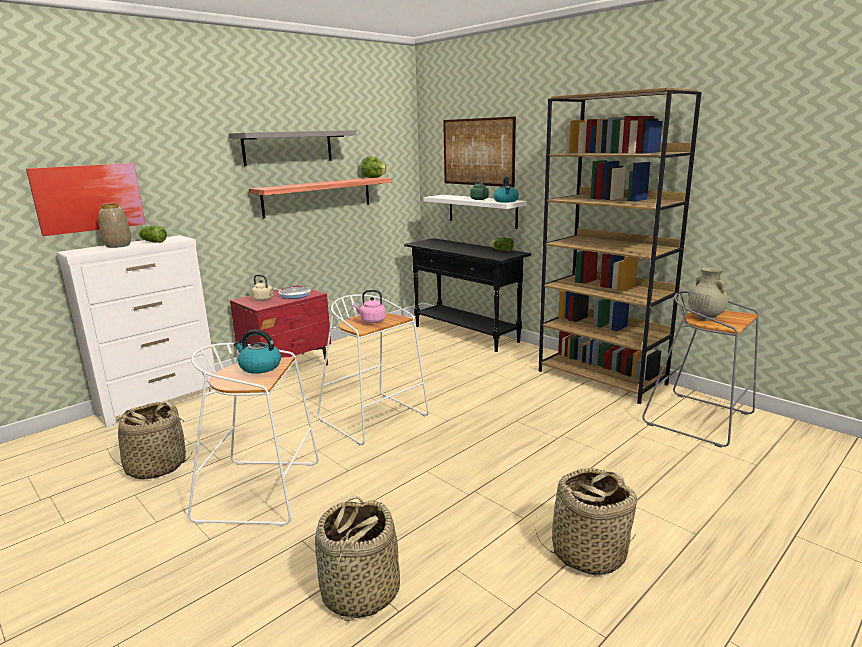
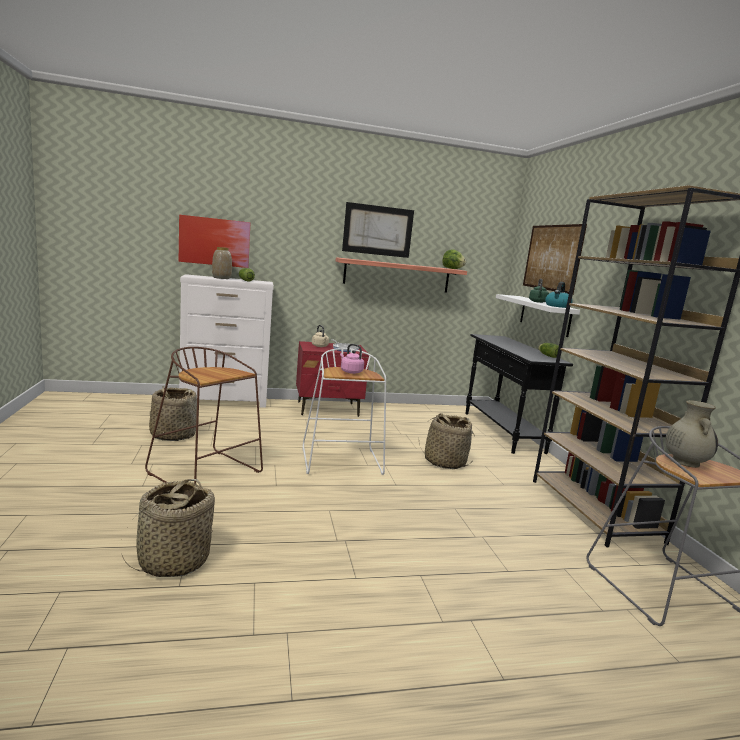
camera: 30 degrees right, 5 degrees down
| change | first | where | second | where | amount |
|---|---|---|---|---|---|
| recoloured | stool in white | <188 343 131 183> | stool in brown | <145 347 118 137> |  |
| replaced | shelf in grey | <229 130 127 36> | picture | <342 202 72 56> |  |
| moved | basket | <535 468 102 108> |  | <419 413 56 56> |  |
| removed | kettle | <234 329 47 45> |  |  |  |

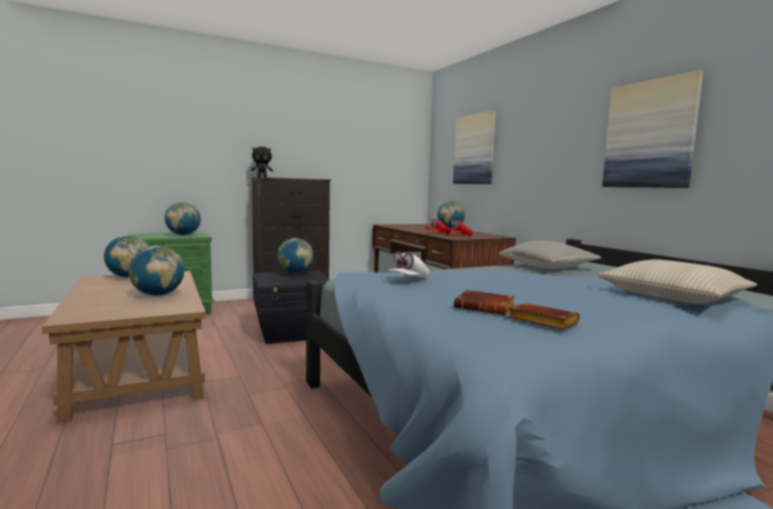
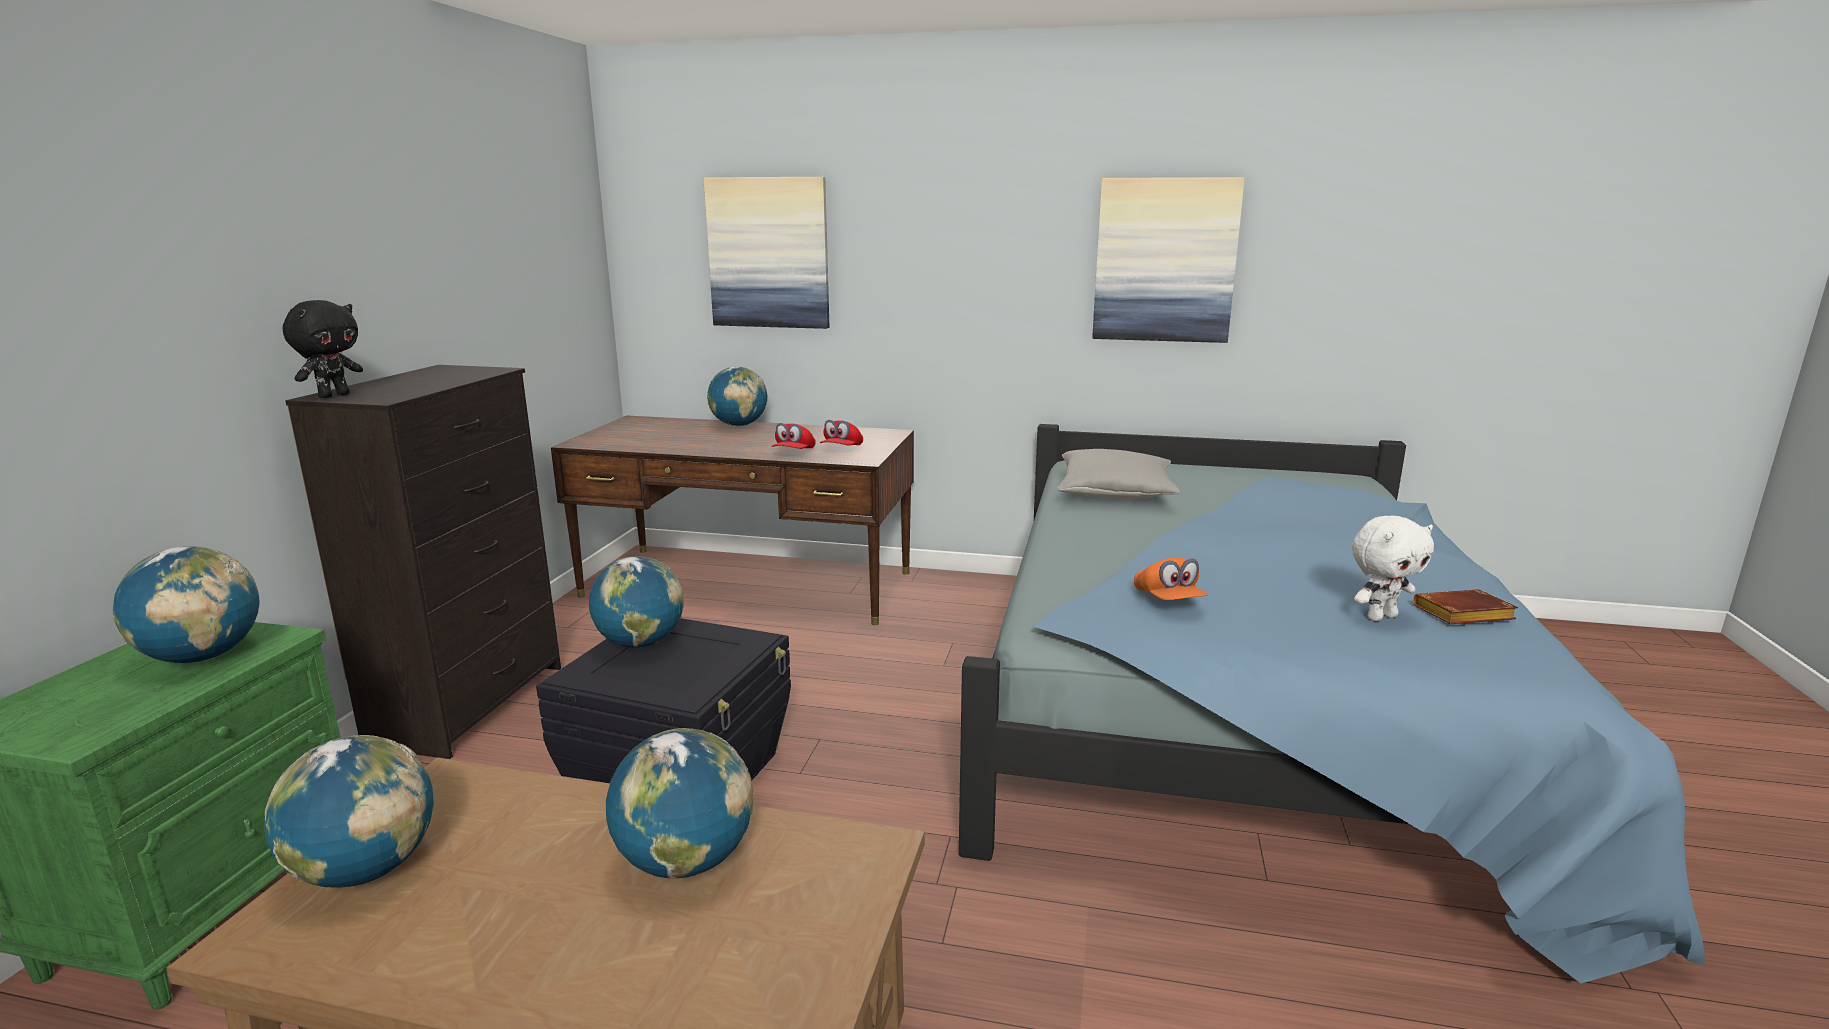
camera: 50 degrees left, 10 degrees up
| change | first | where | second | where | amount |
|---|---|---|---|---|---|
| recoloured | cap in white | <387 251 42 27> | cap in orange | <1134 558 73 42> |  |
| replaced | book in brown | <454 290 61 25> | plush toy in white | <1352 516 82 105> |  |
| removed | pillow in beige | <597 260 160 44> |  |  |  |

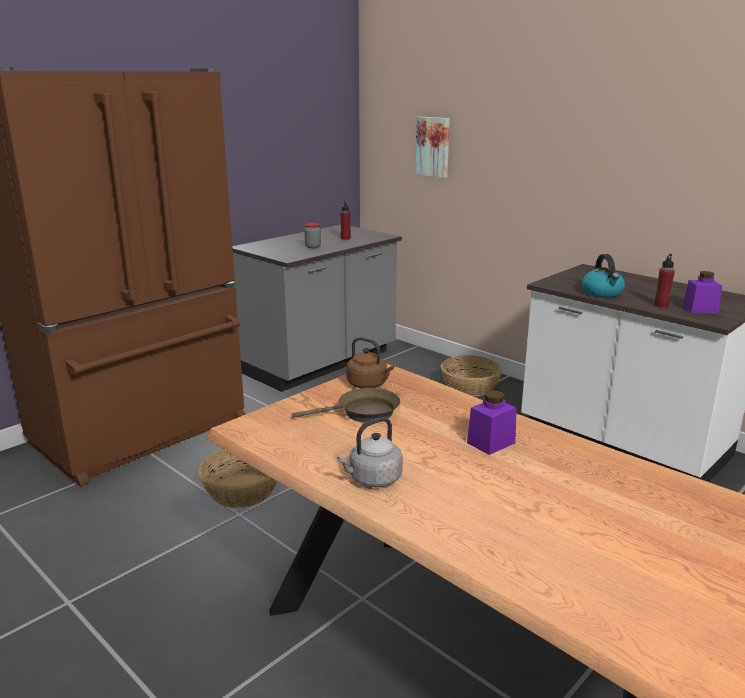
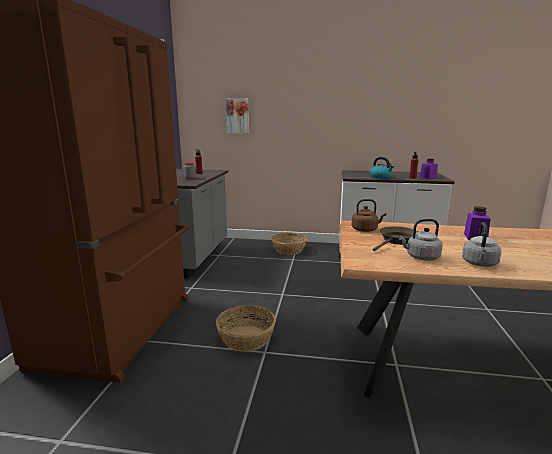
camera: 35 degrees left, 5 degrees down
| change | first | where | second | where | amount |
|---|---|---|---|---|---|
| added |  |  | kettle in grey | <399 219 44 42> |  |

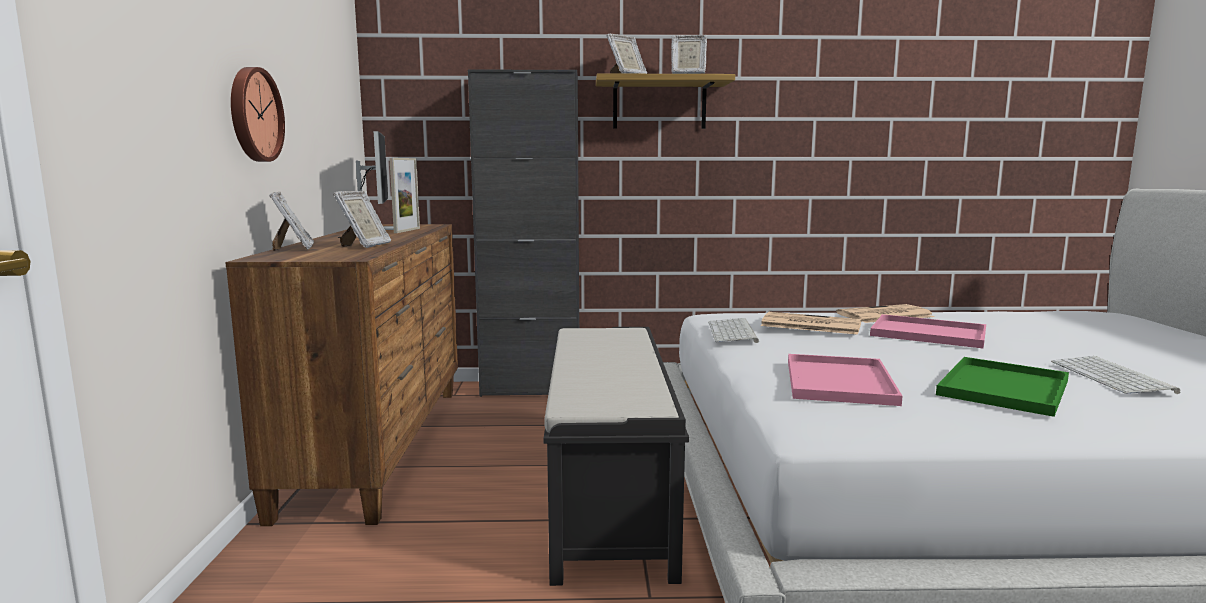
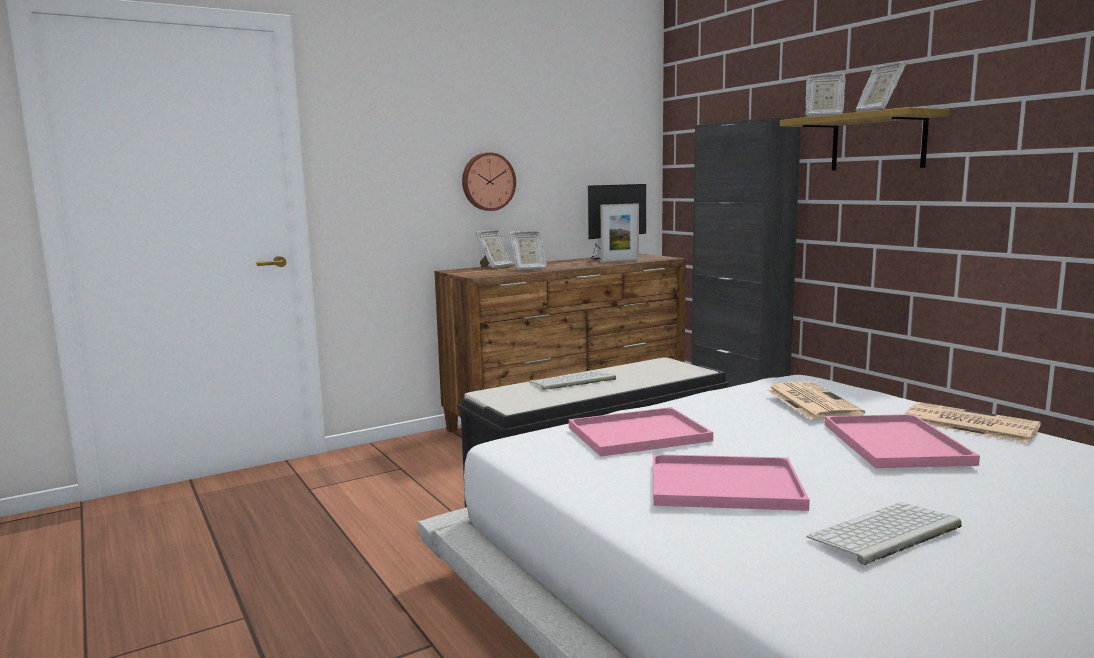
camera: 60 degrees right, 0 degrees up
| change | first | where | second | where | amount |
|---|---|---|---|---|---|
| moved | keyboard | <708 318 51 25> |  | <528 371 88 19> |  |
| recoloured | tray in green | <936 357 133 60> | tray in pink | <653 454 157 57> |  |

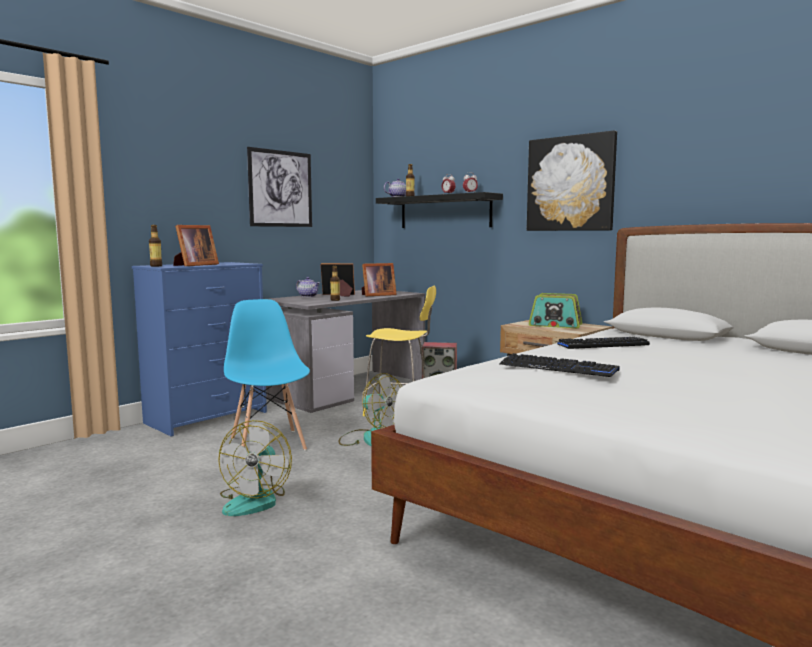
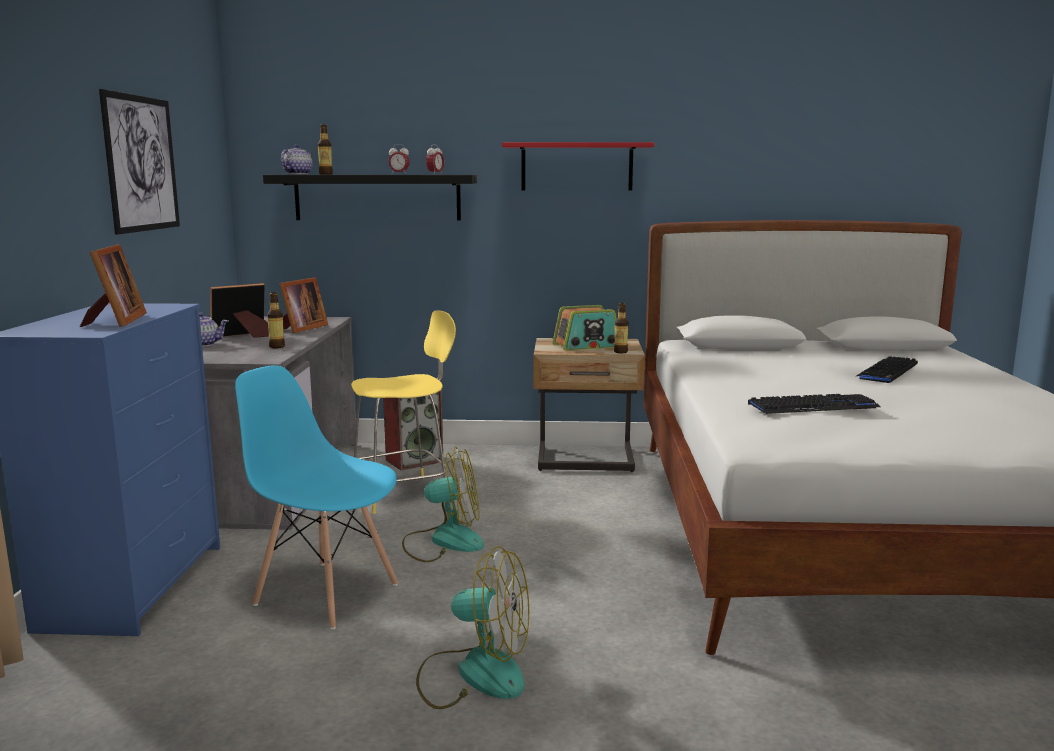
camera: 40 degrees left, 5 degrees up
| change | first | where | second | where | amount |
|---|---|---|---|---|---|
| turned | fan | <218 420 74 96> |  | <416 546 113 163> | 45 degrees counterclockwise |
| replaced | picture | <527 130 90 101> | shelf in red | <502 142 153 48> |  |
| moved | bottle | <149 225 13 42> |  | <614 303 14 50> |  |
| moved | keyboard | <556 337 94 12> |  | <855 356 63 27> |  |

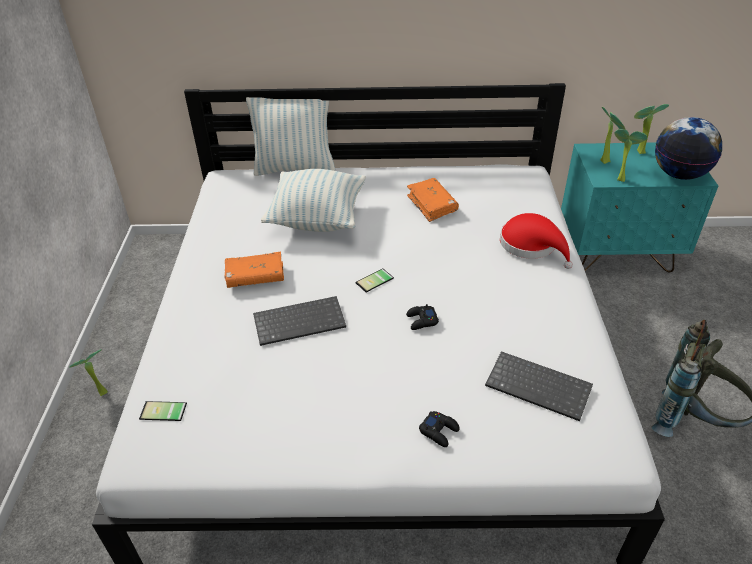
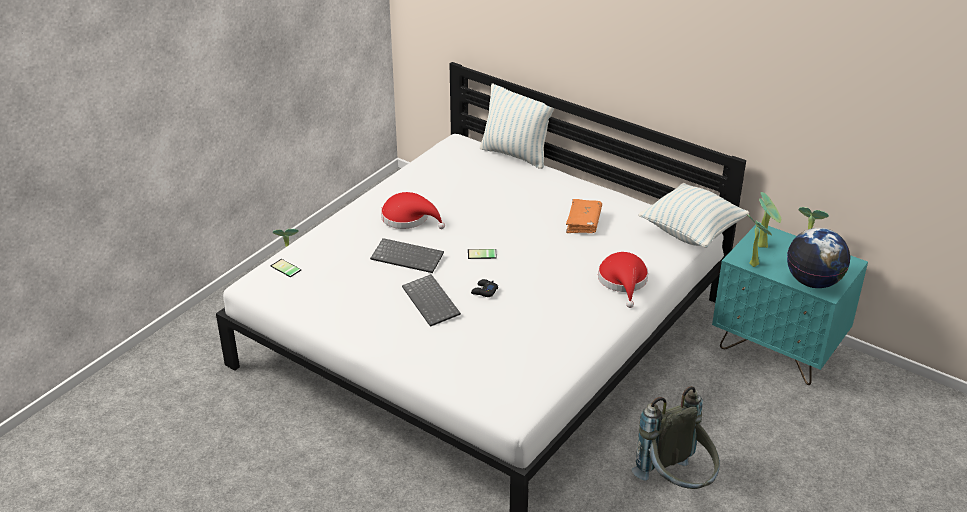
camera: 35 degrees right, 5 degrees down
| change | first | where | second | where | amount |
|---|---|---|---|---|---|
| replaced | book in orange | <225 252 59 36> | hat in red | <381 192 64 37> |  |
| moved | keyboard | <485 351 108 70> |  | <402 274 59 53> |  |
| moved | pillow | <261 169 105 63> |  | <638 183 111 65> |  |
| removed | game controller in black | <419 411 41 36> |  |  |  |

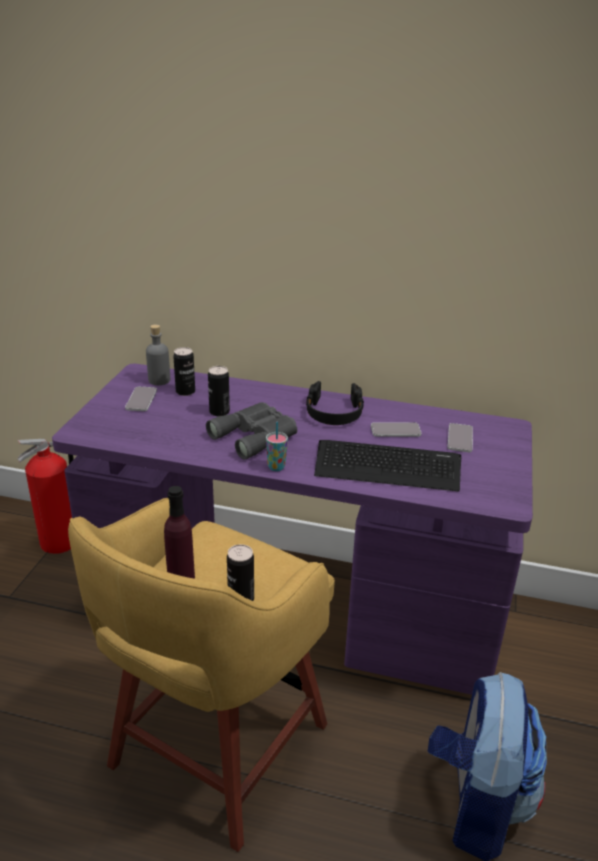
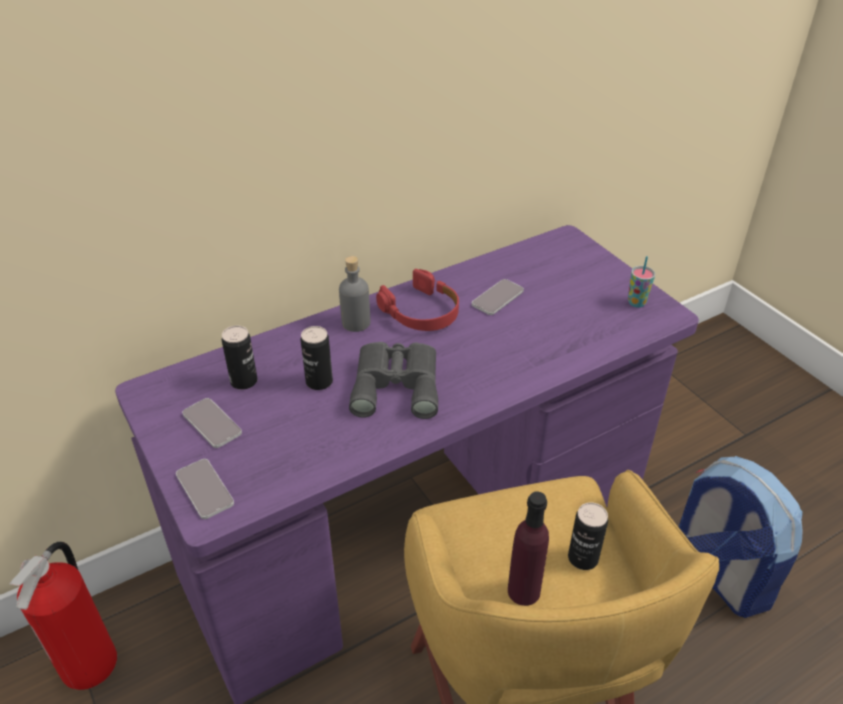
camera: 45 degrees left, 10 degrees up
| change | first | where | second | where | amount |
|---|---|---|---|---|---|
| moved | phone | <447 423 26 29> |  | <176 459 58 60> |  |
| moved | bottle in grey | <146 325 24 60> |  | <339 256 31 76> |  |
| recoloured | headphones in black | <306 381 58 44> | headphones in red | <376 269 83 62> |  |
| moved | cup | <266 422 22 49> |  | <628 256 27 51> |  |
| removed | keyboard | <314 440 147 52> |  |  |  |

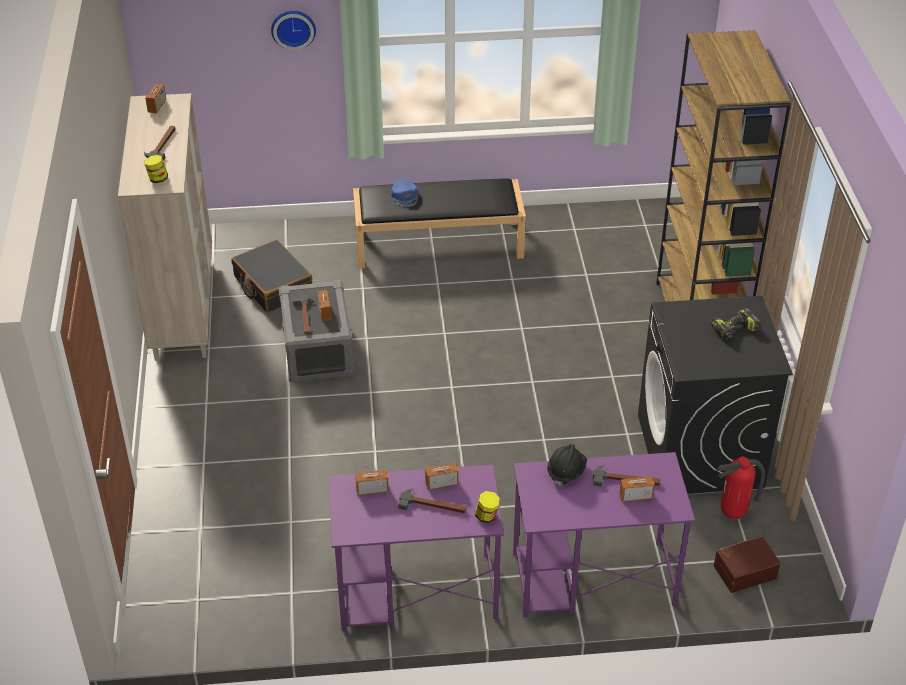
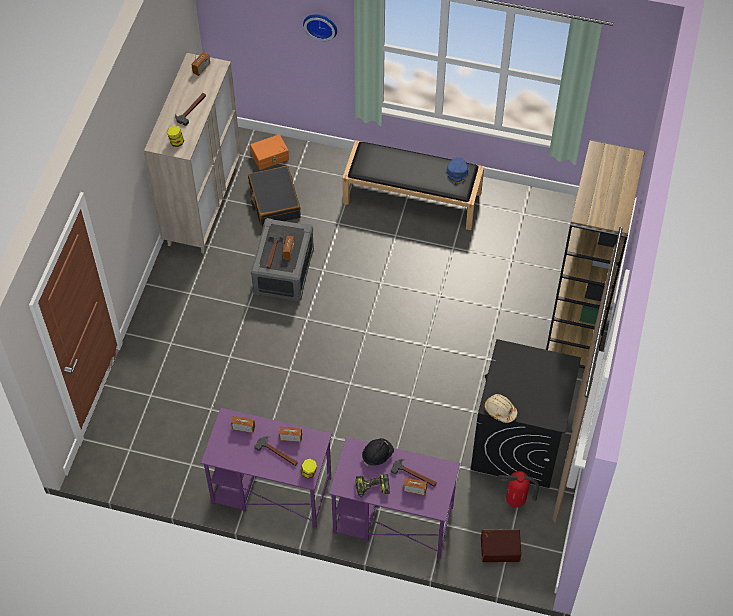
camera: 20 degrees right, 15 degrees up
| change | first | where | second | where | amount |
|---|---|---|---|---|---|
| added |  |  | storage box in orange | <250 134 39 36> |  |
| moved | power drill | <711 308 49 31> |  | <355 474 35 24> |  |
| moved | cap in blue | <391 179 28 28> |  | <447 157 21 27> |  |
| added |  |  | hard hat in beige | <484 394 33 29> |  |

